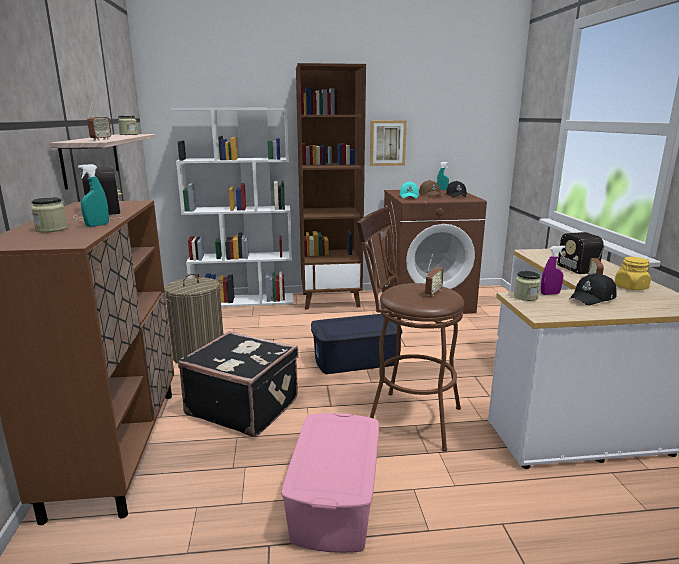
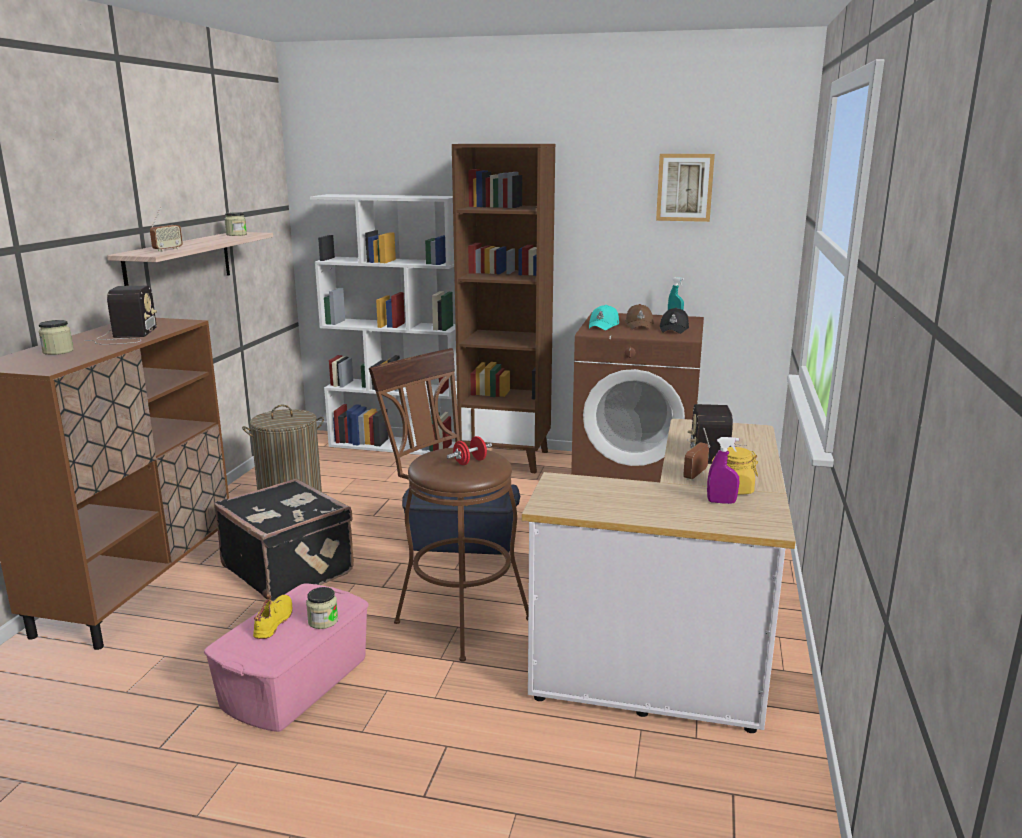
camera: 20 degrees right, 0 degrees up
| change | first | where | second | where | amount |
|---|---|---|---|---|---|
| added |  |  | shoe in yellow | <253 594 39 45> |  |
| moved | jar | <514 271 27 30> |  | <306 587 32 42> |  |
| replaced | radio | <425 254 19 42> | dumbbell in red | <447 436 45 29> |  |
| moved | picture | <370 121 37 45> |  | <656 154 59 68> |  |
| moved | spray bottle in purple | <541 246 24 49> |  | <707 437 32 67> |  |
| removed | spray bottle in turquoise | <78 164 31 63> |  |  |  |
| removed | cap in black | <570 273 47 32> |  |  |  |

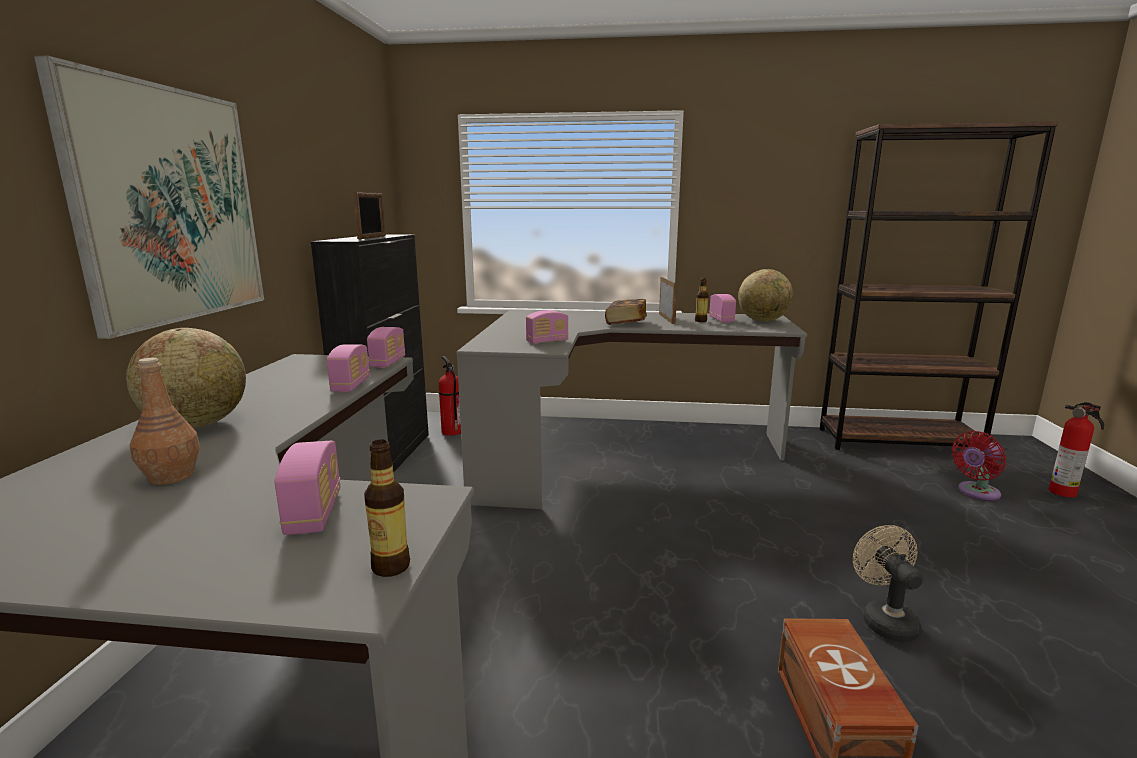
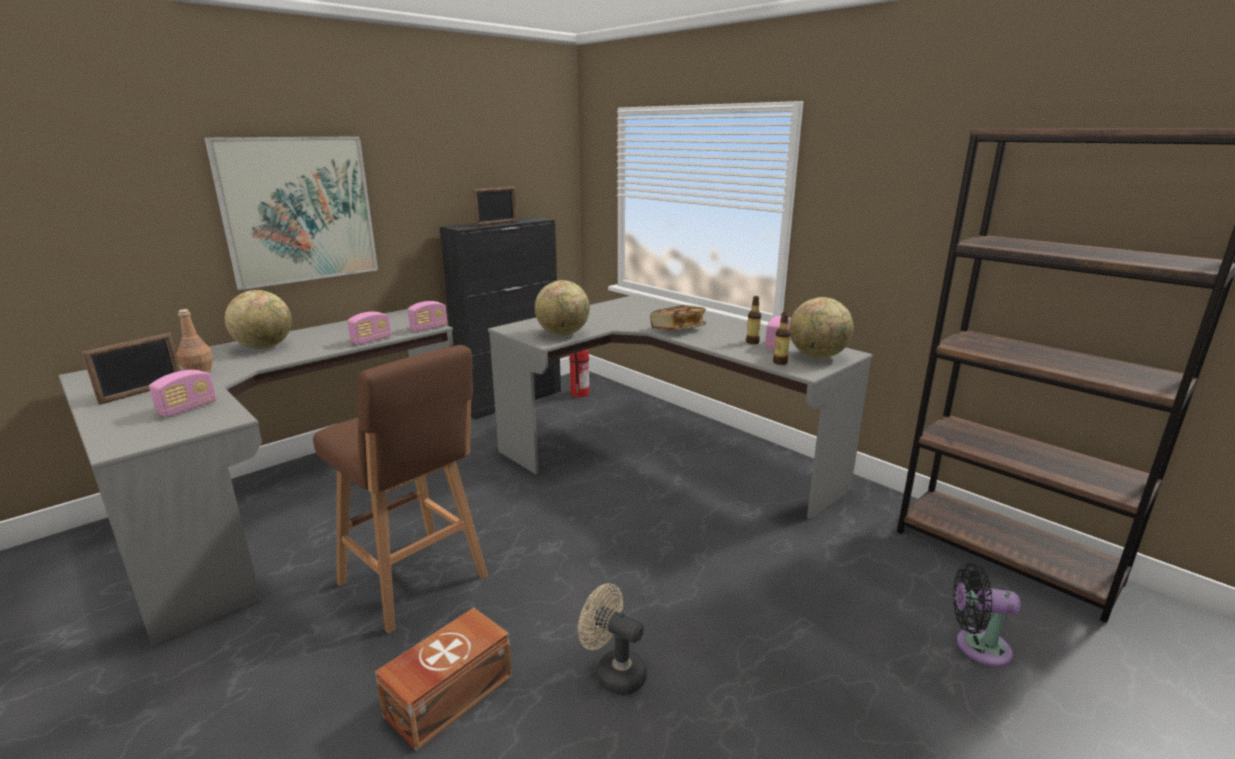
camera: 40 degrees right, 5 degrees up
| change | first | where | second | where | amount |
|---|---|---|---|---|---|
| moved | picture frame | <659 277 18 47> |  | <82 333 99 72> |  |
| added |  |  | stool in brown | <313 345 175 289> |  |
| replaced | radio | <526 310 43 34> | globe | <535 280 55 56> |  |
| turned | fan in beige | <853 525 70 117> |  | <578 583 69 113> | 90 degrees counterclockwise |
| moved | bottle | <364 439 46 138> |  | <773 312 17 53> |  |
| recoloured | fan in red | <951 431 55 69> | fan in black | <953 563 68 104> |  |
| removed | fire extinguisher | <1049 402 55 96> |  |  |  |

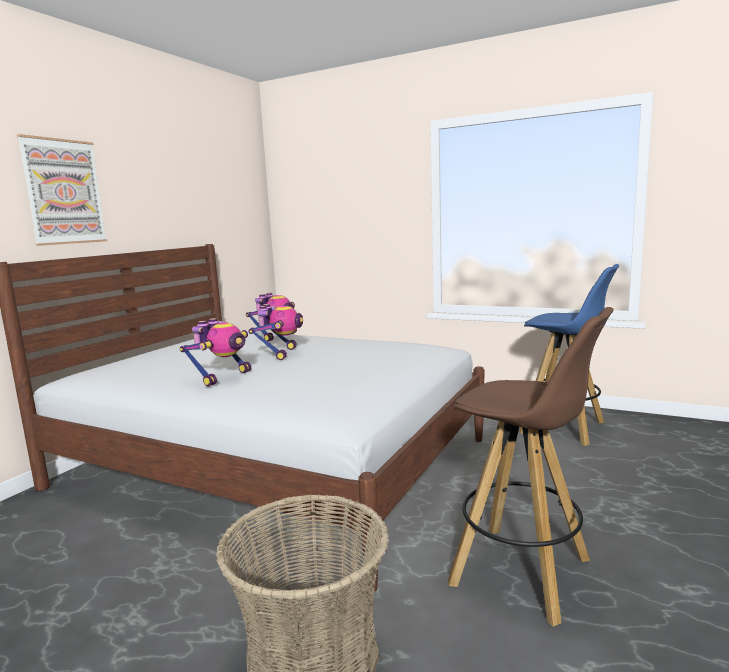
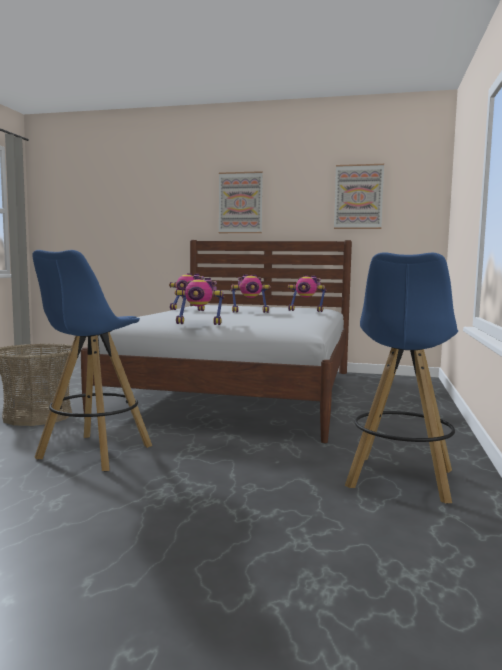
camera: 75 degrees right, 5 degrees down
| change | first | where | second | where | amount |
|---|---|---|---|---|---|
| recoloured | stool in brown | <448 307 166 320> | stool in blue | <32 250 120 221> |  |
| added |  |  | toy robot | <174 278 50 47> |  |
| added |  |  | picture | <334 164 50 65> |  |

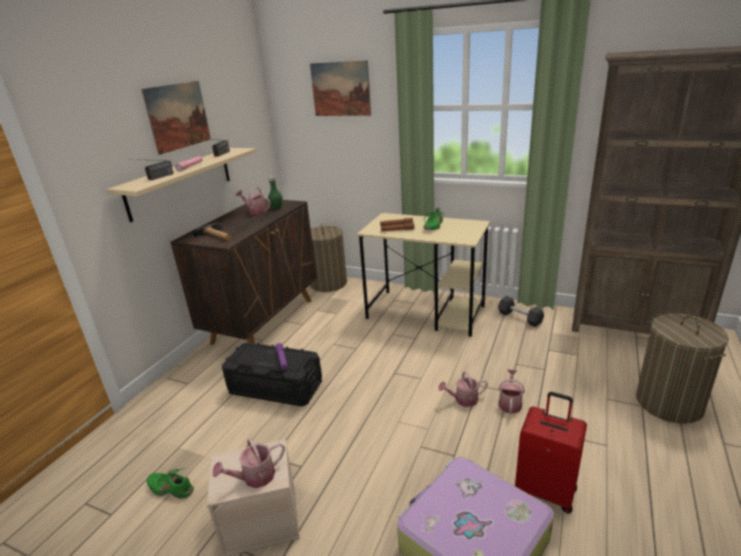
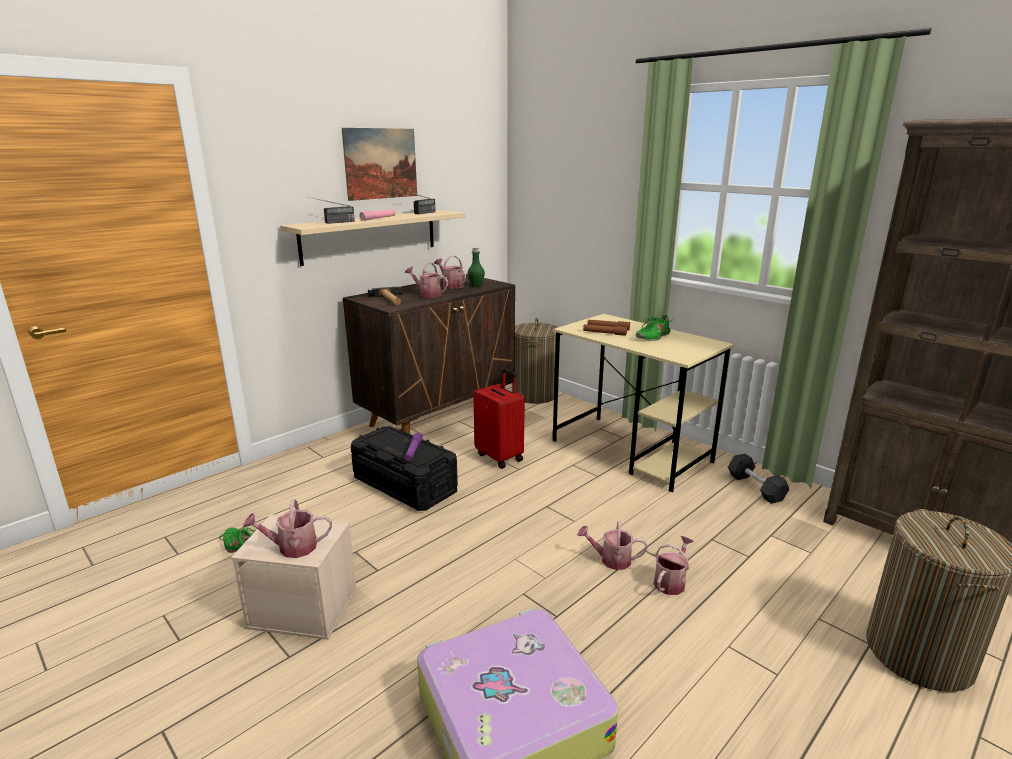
camera: 20 degrees right, 5 degrees down
| change | first | where | second | where | amount |
|---|---|---|---|---|---|
| added |  |  | watering can | <405 263 43 35> |  |
| moved | suitcase in red | <515 392 72 122> |  | <473 369 52 100> |  |
| removed | picture | <310 60 61 56> |  |  |  |

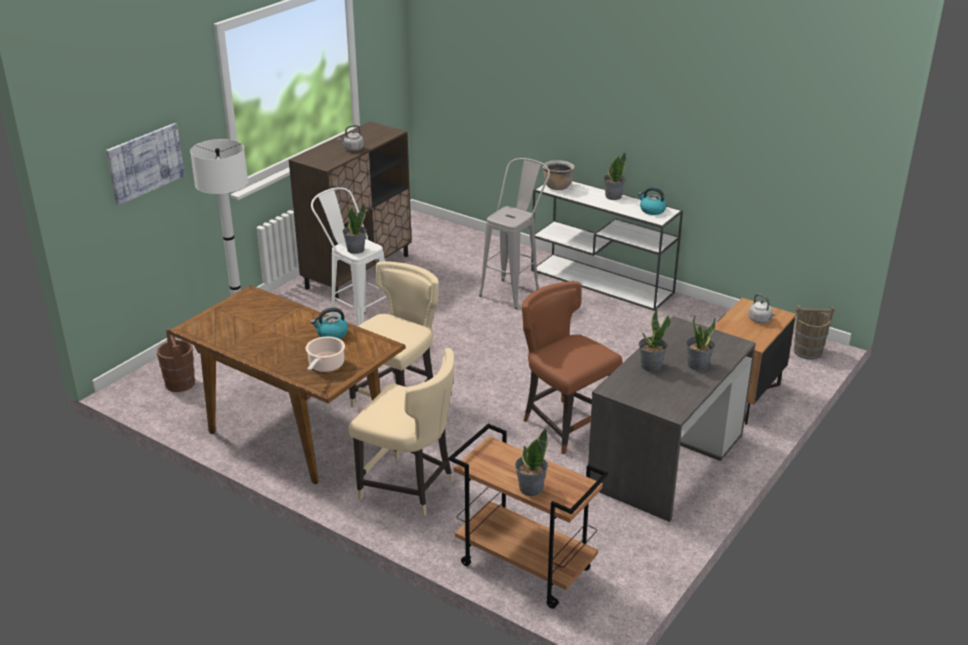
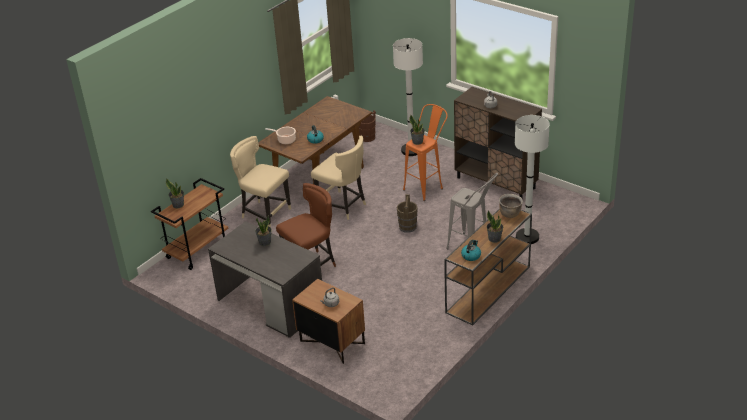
camera: 95 degrees right, 5 degrees up
| change | first | where | second | where | amount |
|---|---|---|---|---|---|
| turned | chair in beige | <348 348 106 168> |  | <230 136 61 92> | 90 degrees clockwise |
| moved | bucket in brown | <793 305 42 55> |  | <397 194 21 39> |  |
| recoloured | stool in white | <311 187 77 139> | stool in orange | <403 104 45 97> |  |
| recoloured | console table in white | <531 180 152 131> | console table in brown | <445 208 87 118> |  |
| added |  |  | floor lamp in white | <515 115 35 129> |  |
| removed | picture | <106 123 79 82> |  |  |  |
| removed | potted plant | <686 316 30 55> |  |  |  |

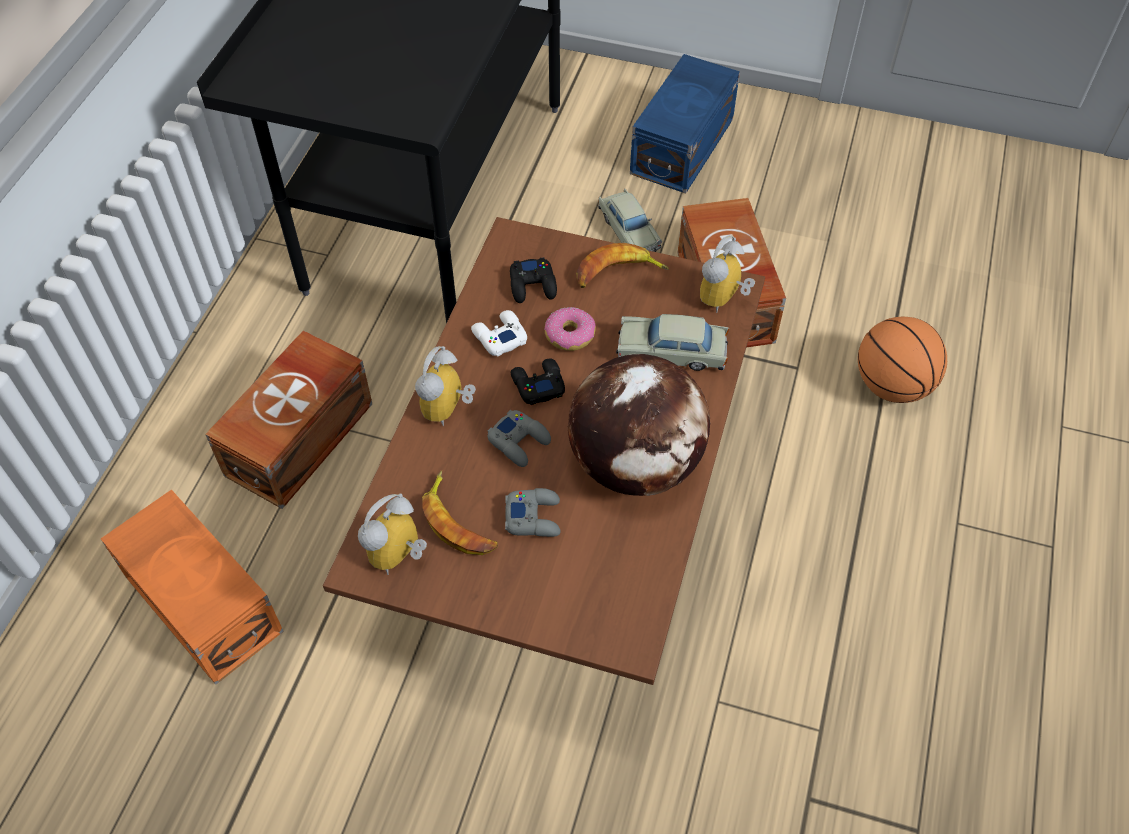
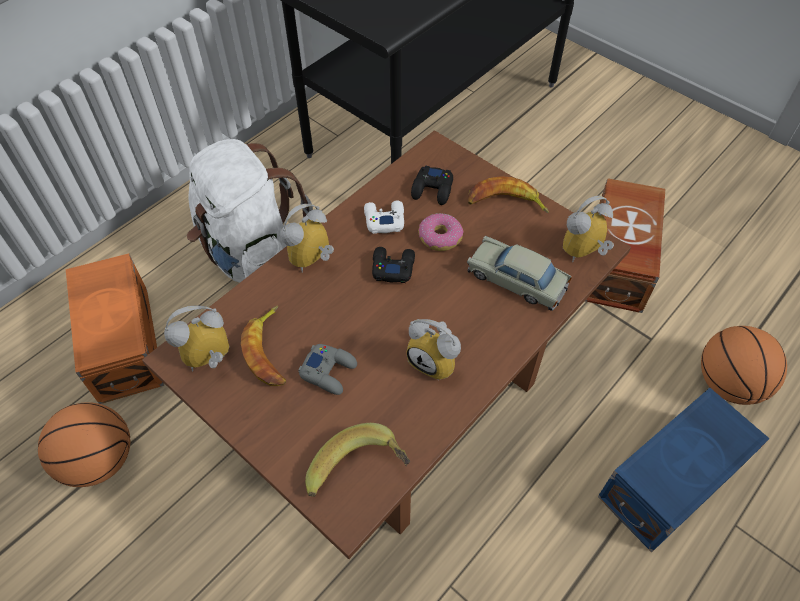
camera: 25 degrees right, 0 degrees up
| change | first | where | second | where | amount |
|---|---|---|---|---|---|
| added |  |  | basketball | <38 402 92 85> |  |
| replaced | storage box in brown | <205 330 167 179> | backpack in white | <187 139 126 143> |  |
| added |  |  | banana | <305 423 105 74> |  |
| replaced | globe | <568 354 142 142> | alarm clock | <407 319 54 61> |  |
| moved | storage box in blue | <630 54 110 140> |  | <598 388 172 164> |  |
| removed | game controller in grey | <487 410 64 57> |  |  |  |
| removed | toy car in beige | <598 188 64 64> |  |  |  |

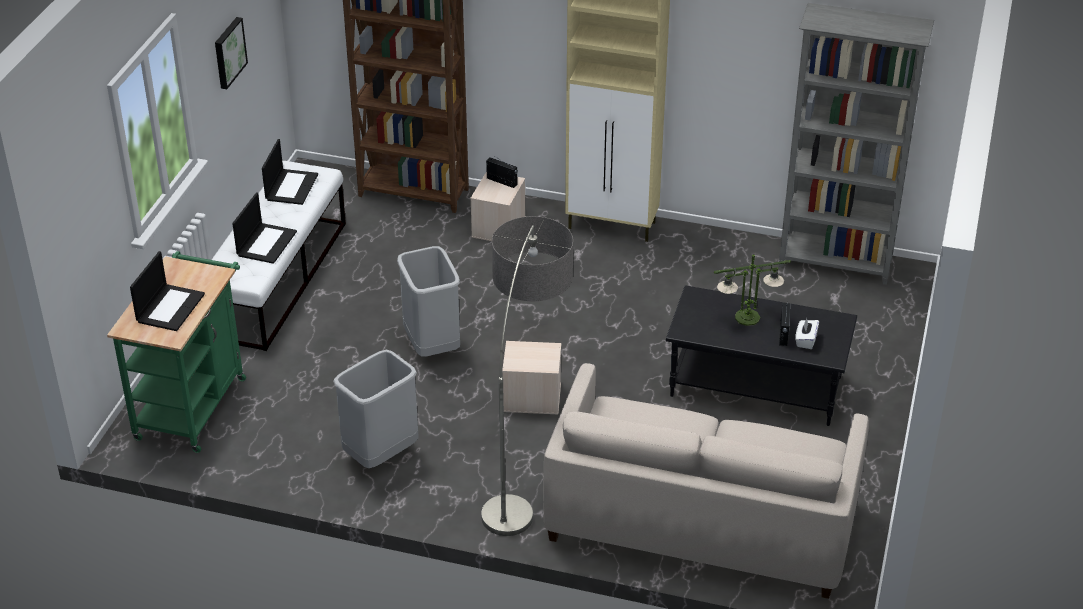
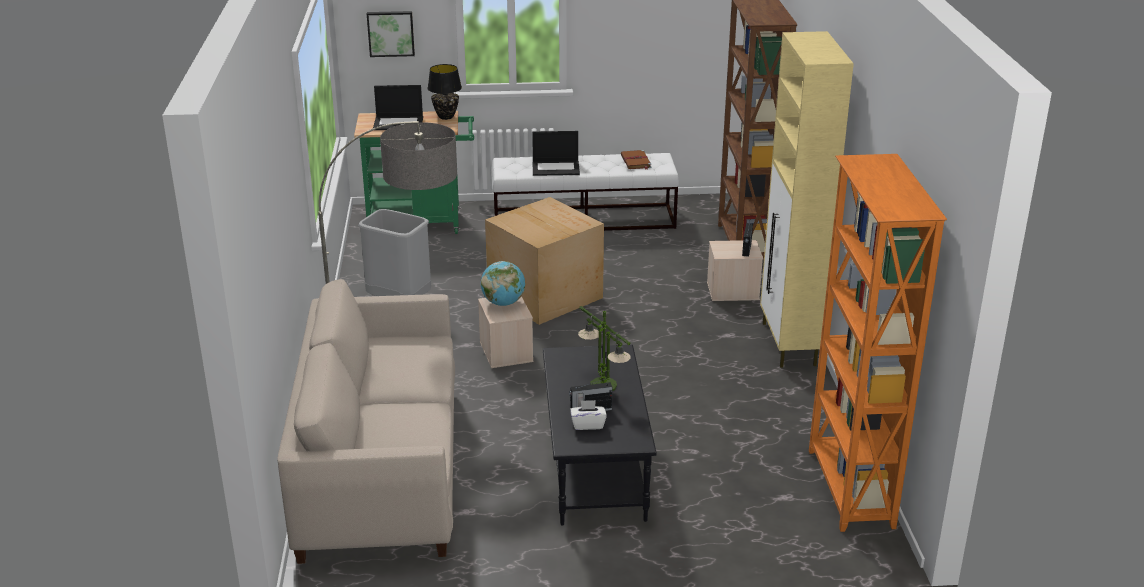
camera: 70 degrees right, 10 degrees down
| change | first | where | second | where | amount |
|---|---|---|---|---|---|
| moved | picture | <215 17 33 72> |  | <367 11 48 46> |  |
| added |  |  | table lamp in black | <428 64 34 56> |  |
| added |  |  | globe | <481 261 44 45> |  |
| replaced | trash can in grey | <397 246 63 110> | cardboard box | <485 197 119 128> |  |
| replaced | laptop | <262 139 56 66> | book in brown | <621 150 31 20> |  |
| recoloured | bookcase in grey | <779 3 155 282> | bookcase in orange | <809 154 138 378> |  |

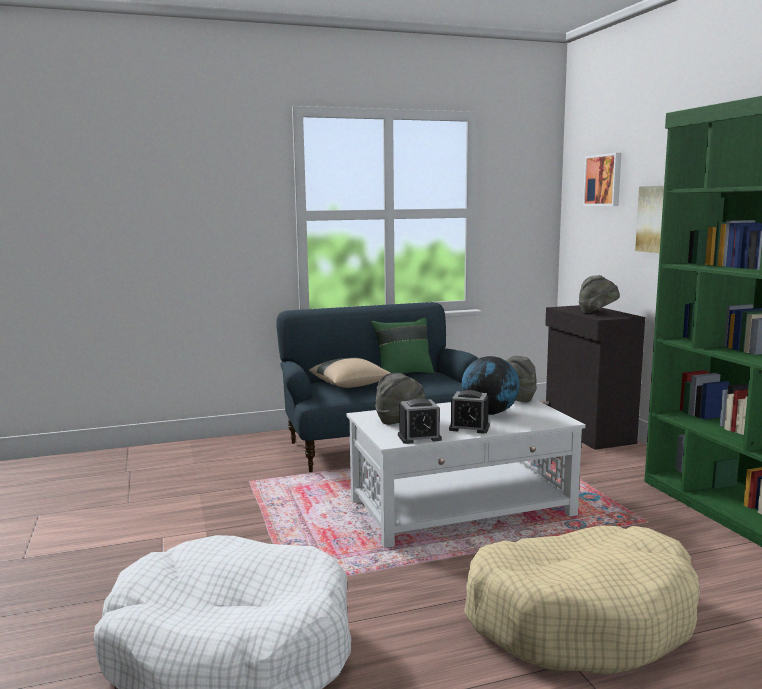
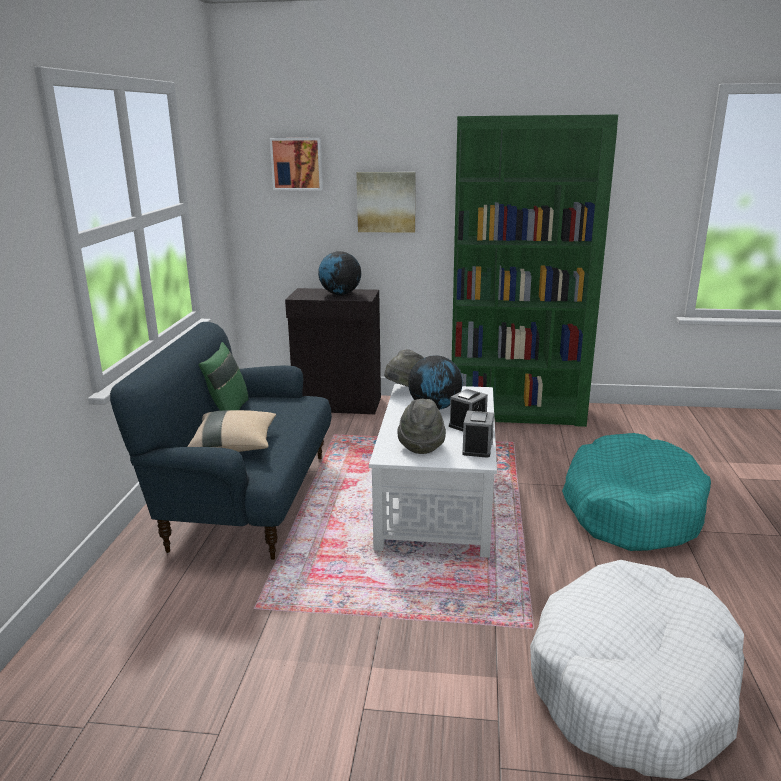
camera: 65 degrees left, 10 degrees up
| change | first | where | second | where | amount |
|---|---|---|---|---|---|
| replaced | hat in grey | <579 275 41 38> | globe | <318 251 43 44> |  |
| recoloured | dog bed in beige | <464 525 236 150> | dog bed in turquoise | <562 433 149 118> |  |

